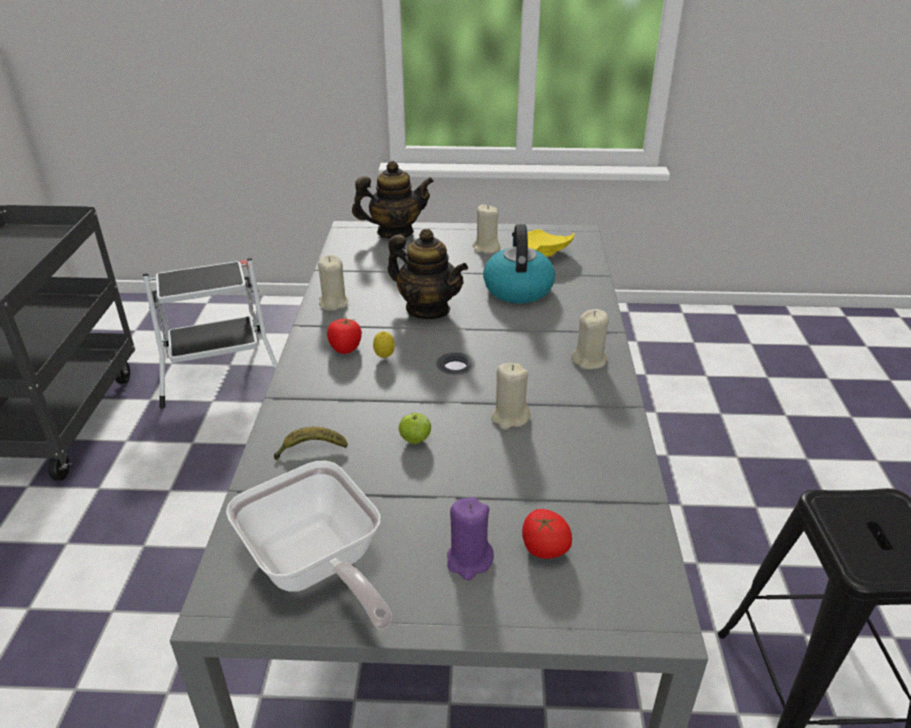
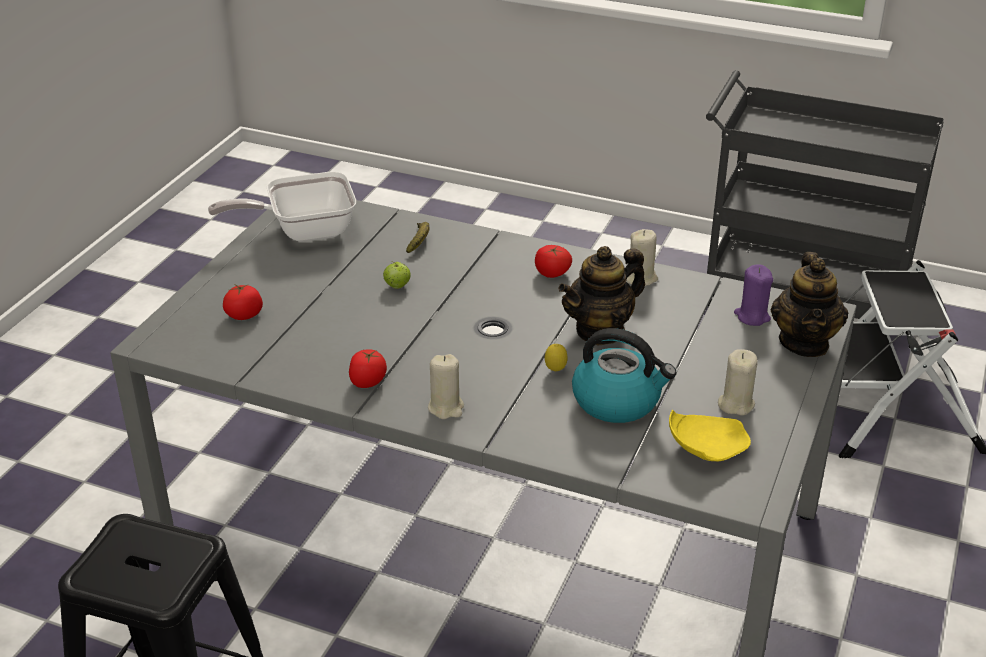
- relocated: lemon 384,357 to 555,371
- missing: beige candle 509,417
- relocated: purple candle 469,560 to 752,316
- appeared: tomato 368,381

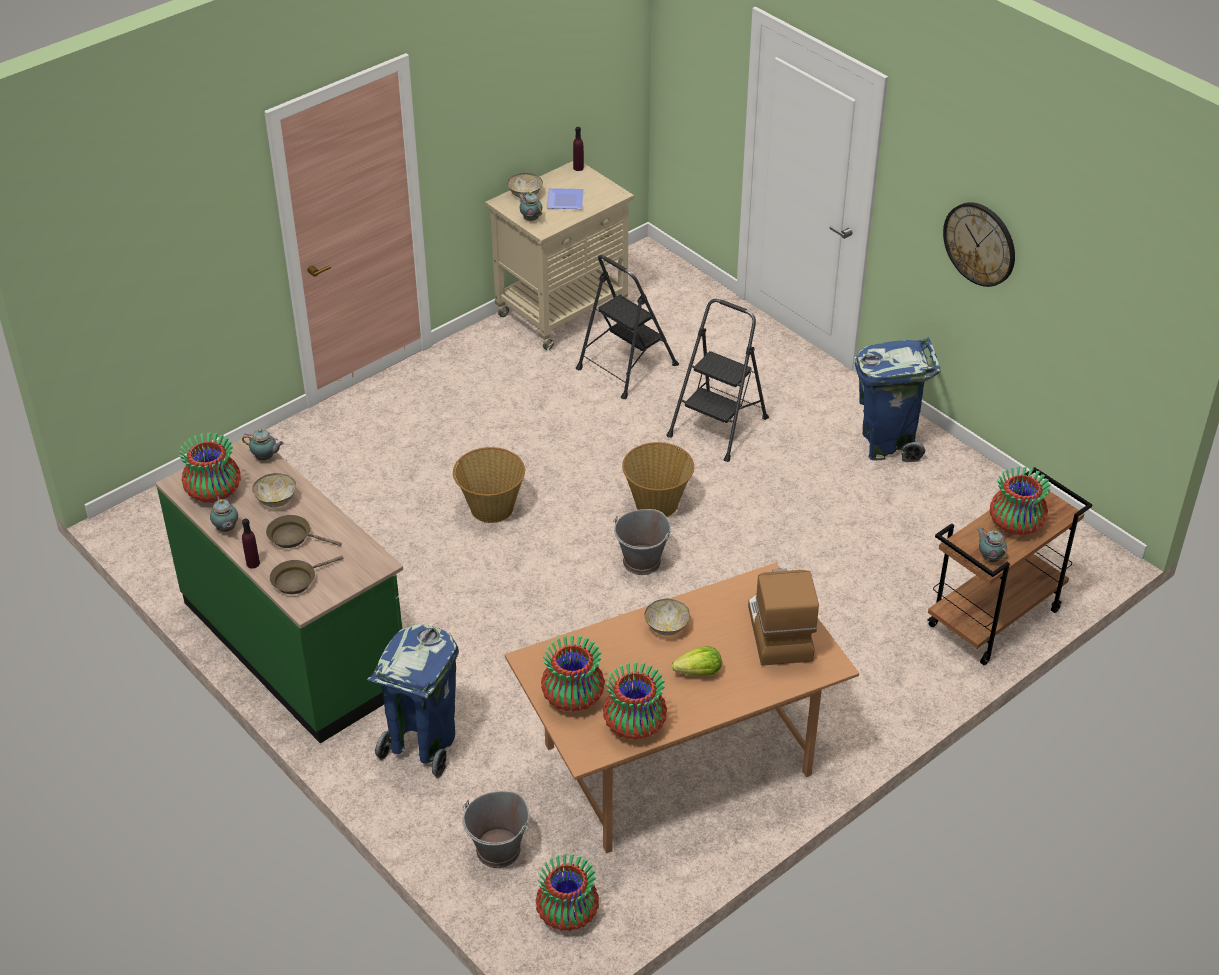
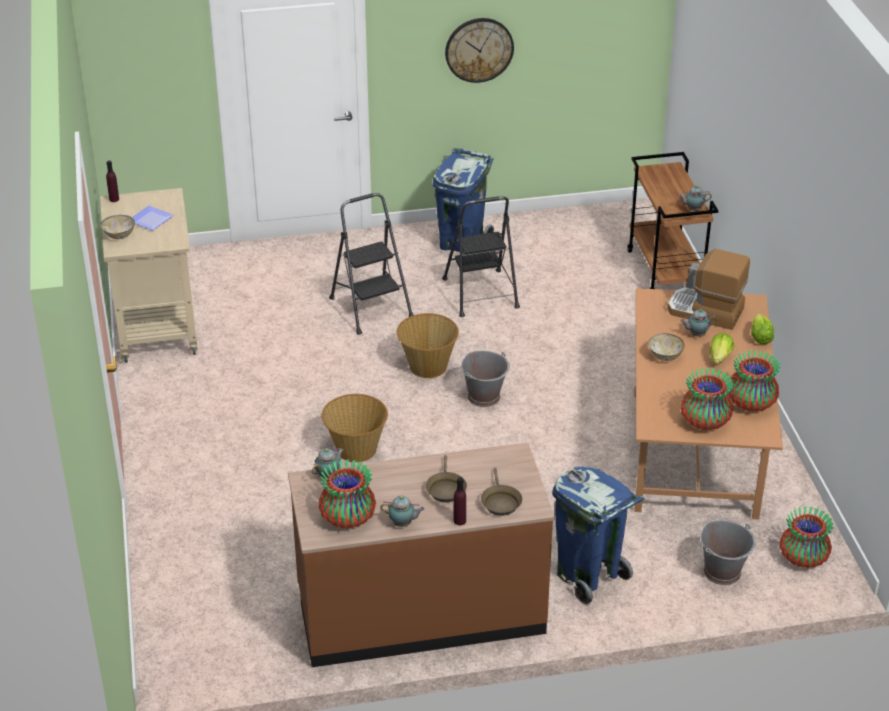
- relocated: teapot 530,218 to 696,334
- relocated: black step ladder 625,367 to 480,294
- colour: green counter 296,643 to brown counter 420,612
- missing: vase 1015,524
- missing: bowl 276,500
- spun: brown frying pan 293,537 = 445,489 45 degrees counterclockwise
- appeared: lettuce 760,338

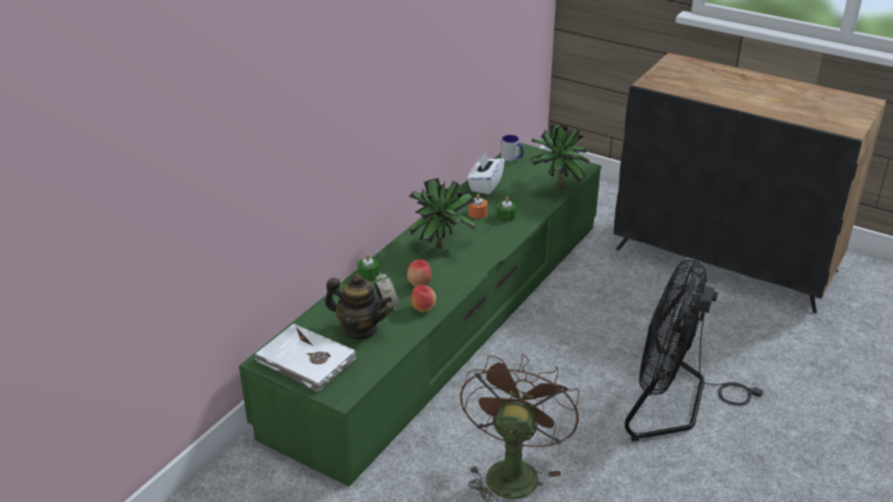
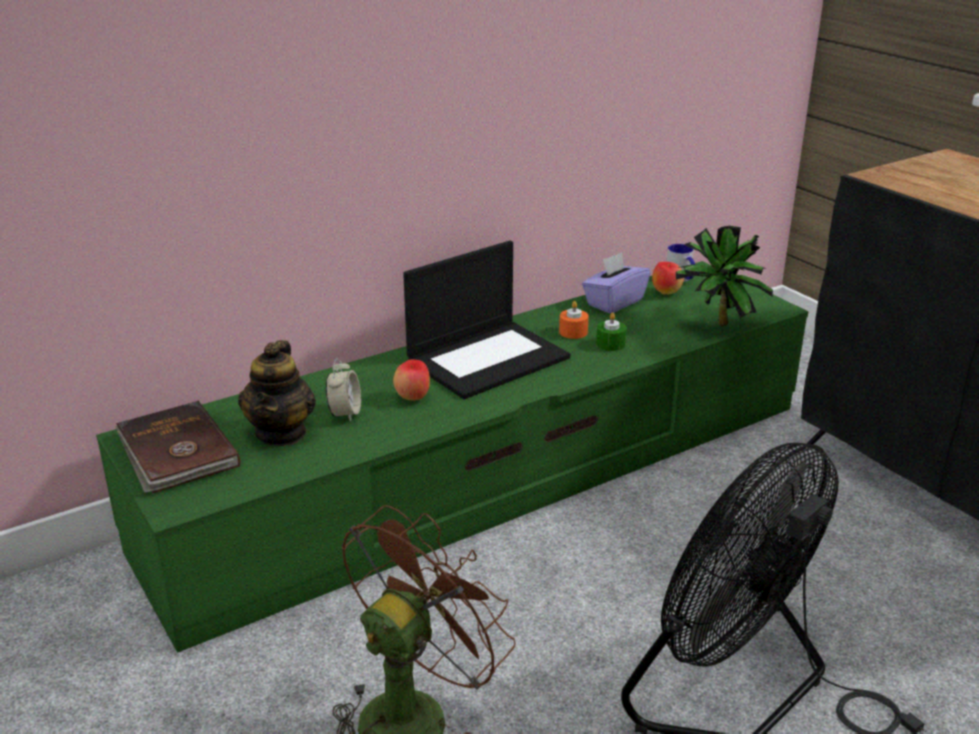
- colour: white tissue box 485,185 to purple tissue box 614,302
- exchanged: potted plant 441,245 to laptop 488,358
- missing: green candle 368,274
- spun: teapot 360,330 = 281,433 45 degrees clockwise
- relocated: apple 423,309 to 666,292
- colour: white book 306,361 to brown book 176,452

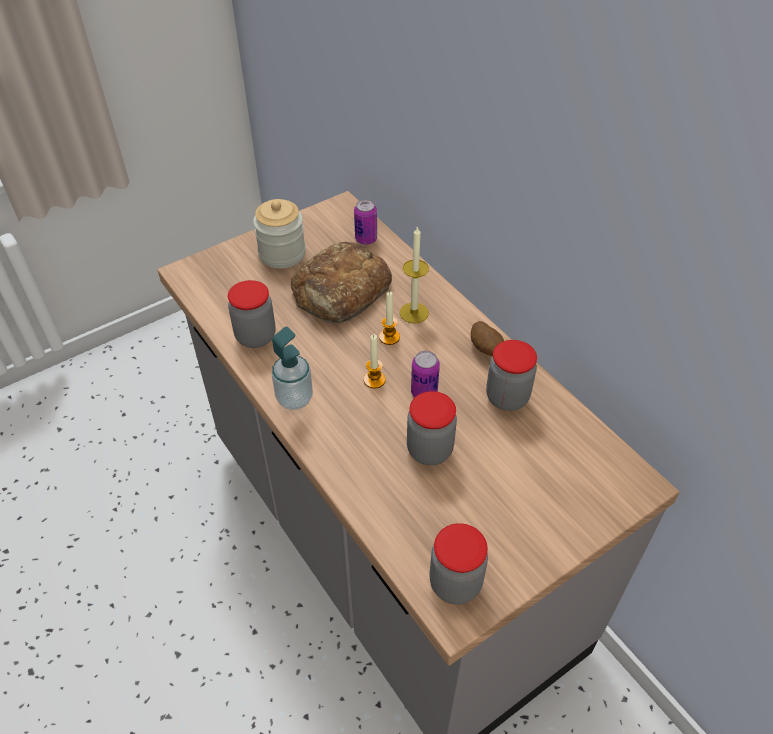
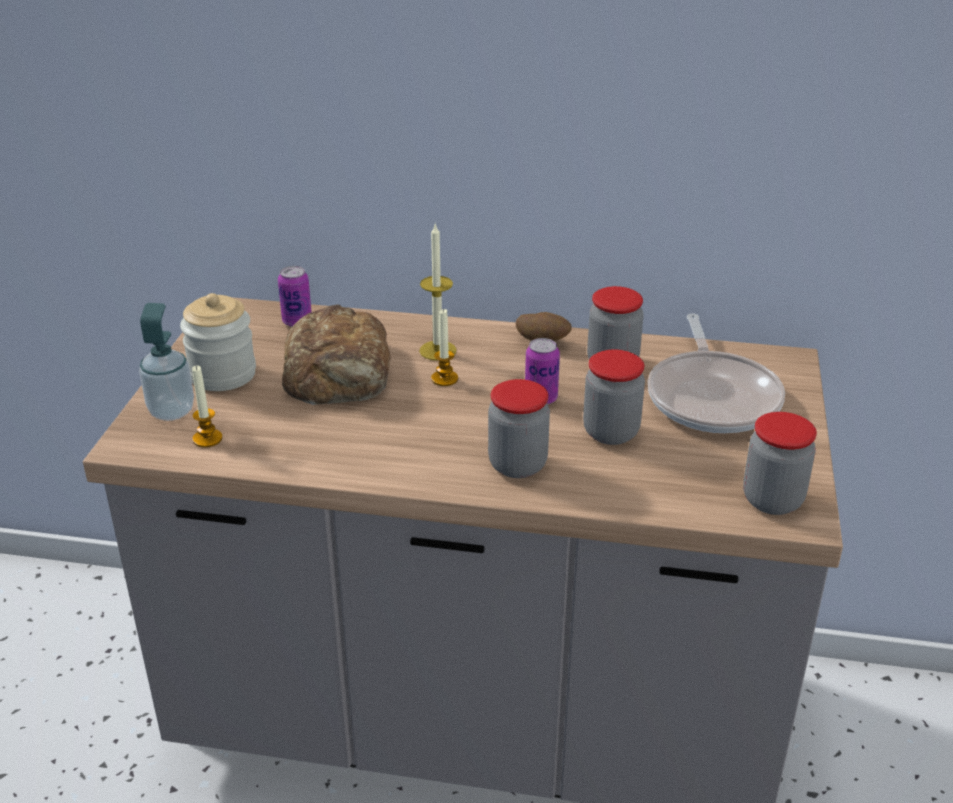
- relocated: jar 255,336 to 517,465
- relocated: soap dispenser 294,399 to 171,411
- relocated: candle 374,380 to 207,439
- appeared: frying pan 712,397

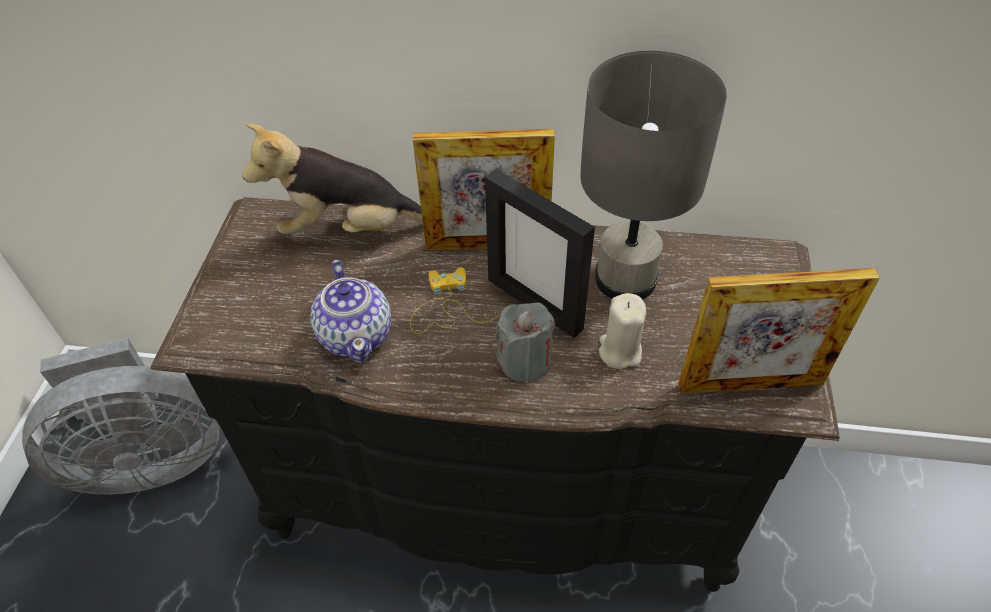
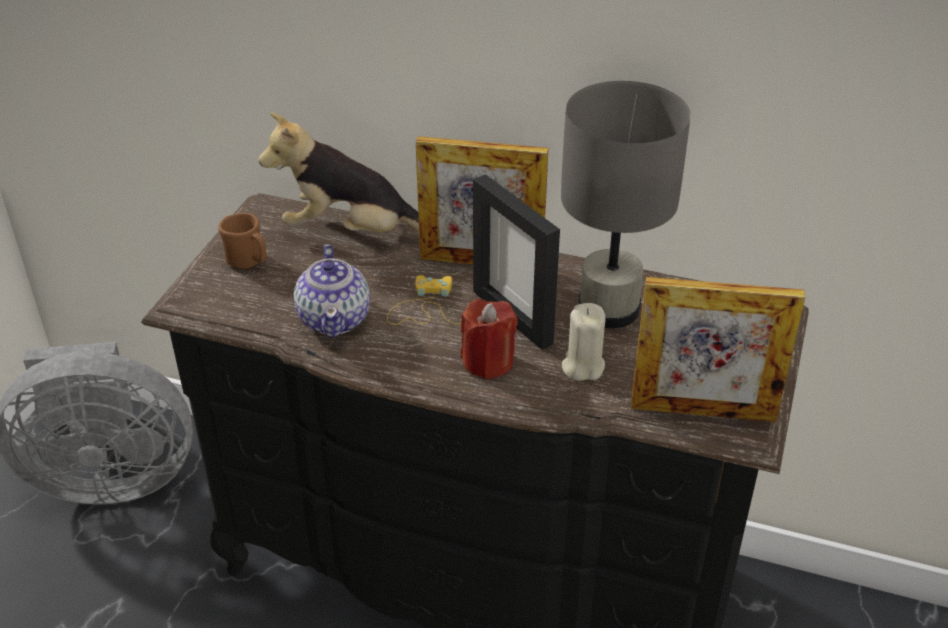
- colour: grey candle 524,361 to red candle 488,362
- appeared: brown mug 248,262

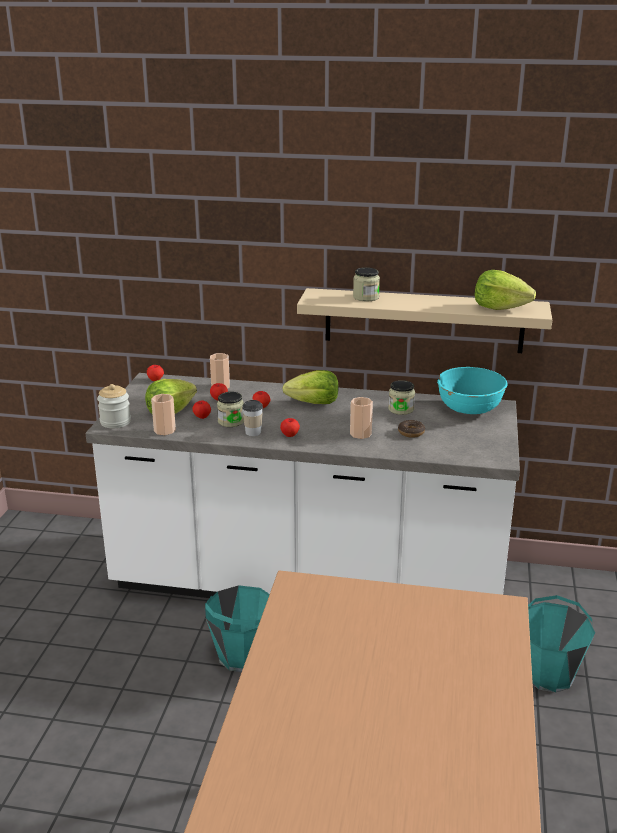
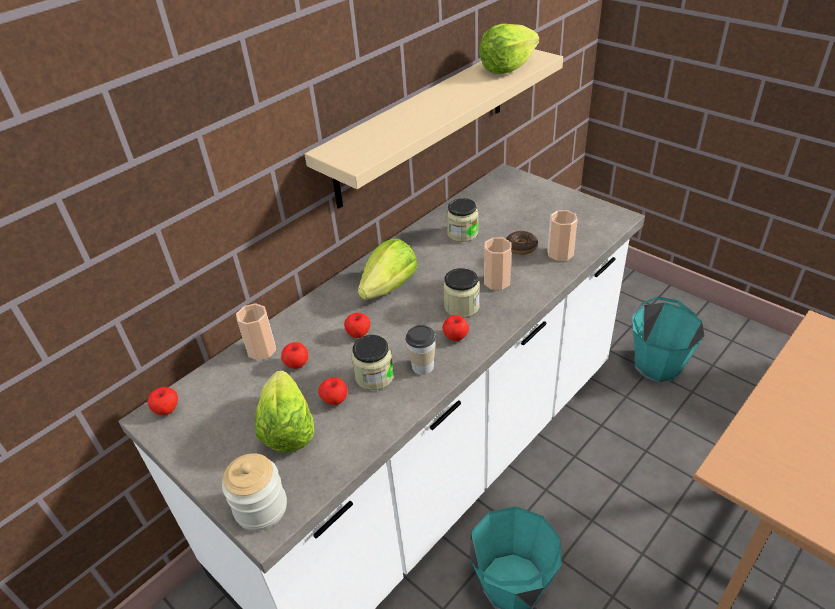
- relocated: jar 366,297 to 461,306
- missing: turquoise bowl 469,409
- relocated: cup 164,430 to 560,253

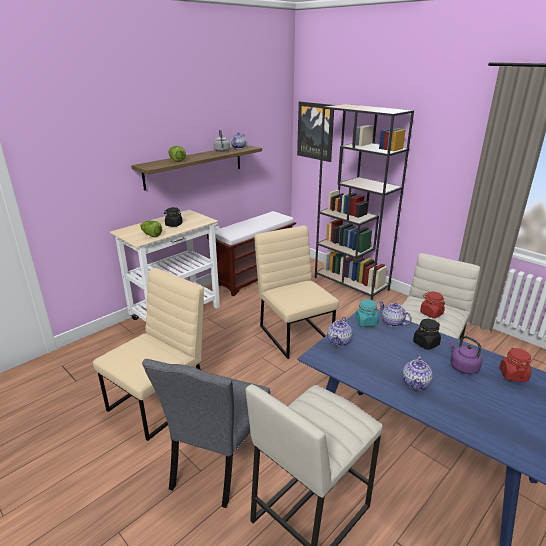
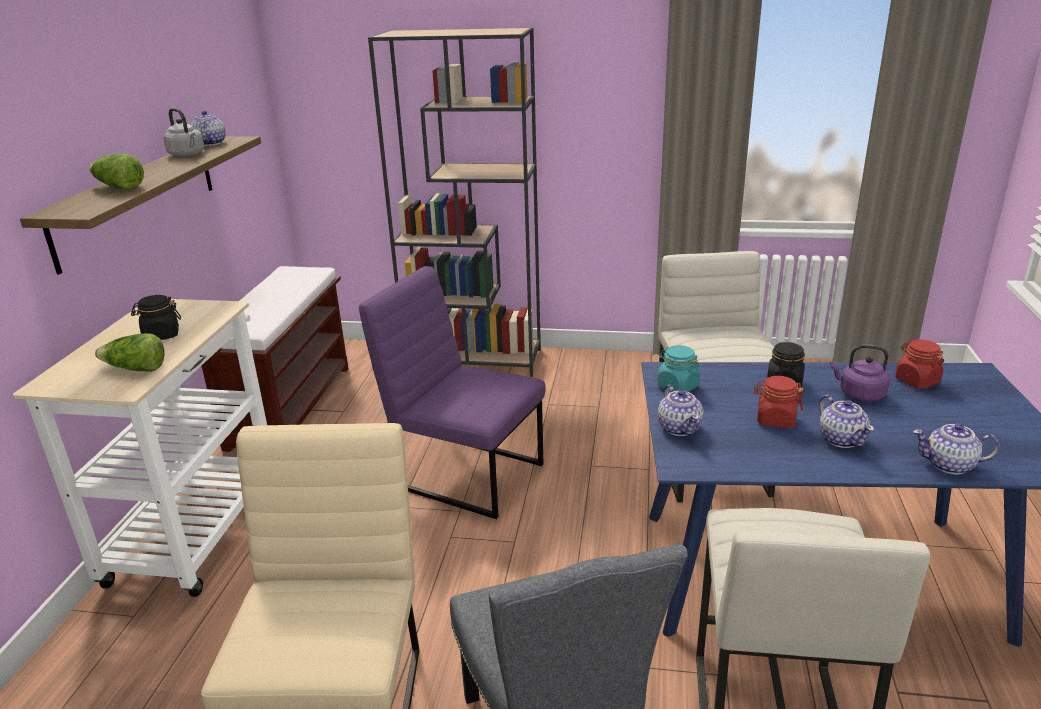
- missing: picture 315,131
- colour: beige chair 294,333 to purple chair 465,473
- relocated: red jar 431,313 to 775,420
- relocated: teapot 392,322 to 950,465

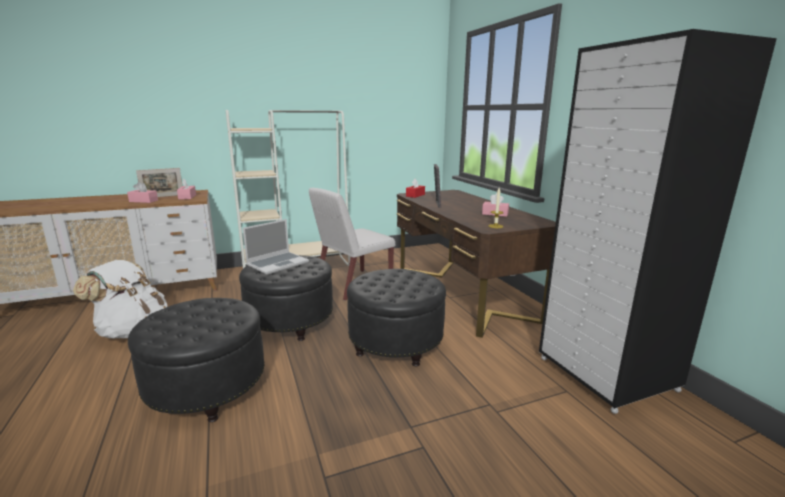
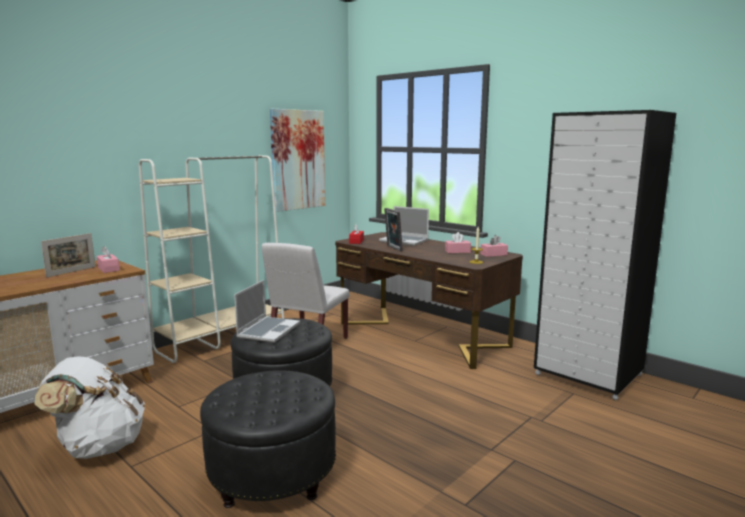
- relocated: pink tissue box 143,201 to 493,254
- missing: black ottoman 396,344
- appeared: picture 298,160
- appeared: laptop 404,241

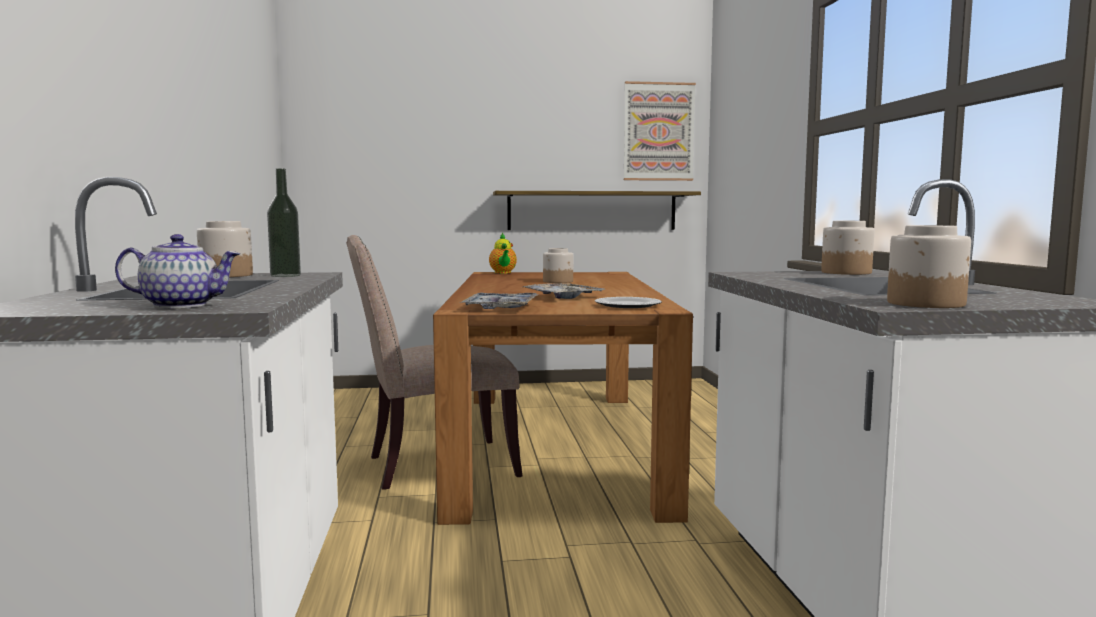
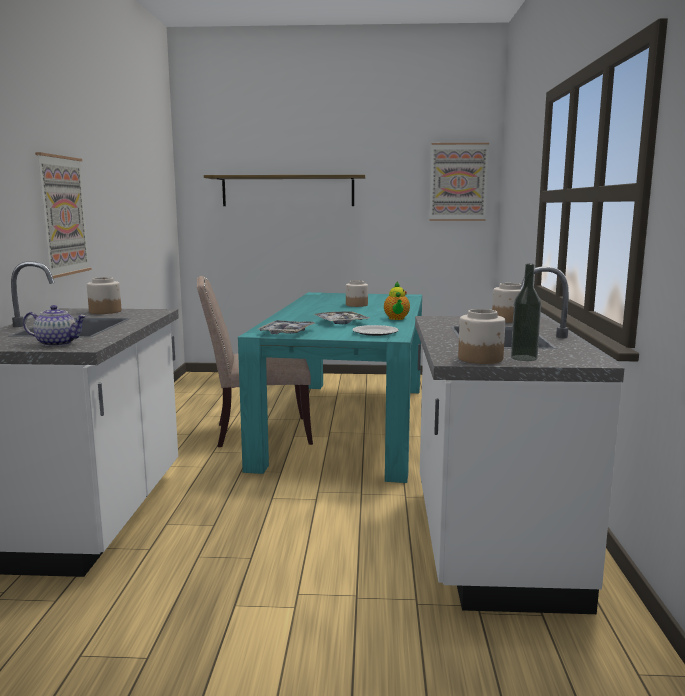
- relocated: bottle 285,275 to 524,358
- relocated: shelf 592,210 to 288,191
- relocated: teapot 503,273 to 396,319
- colour: brown dining table 555,445 to turquoise dining table 347,423
- appeared: picture 63,216

